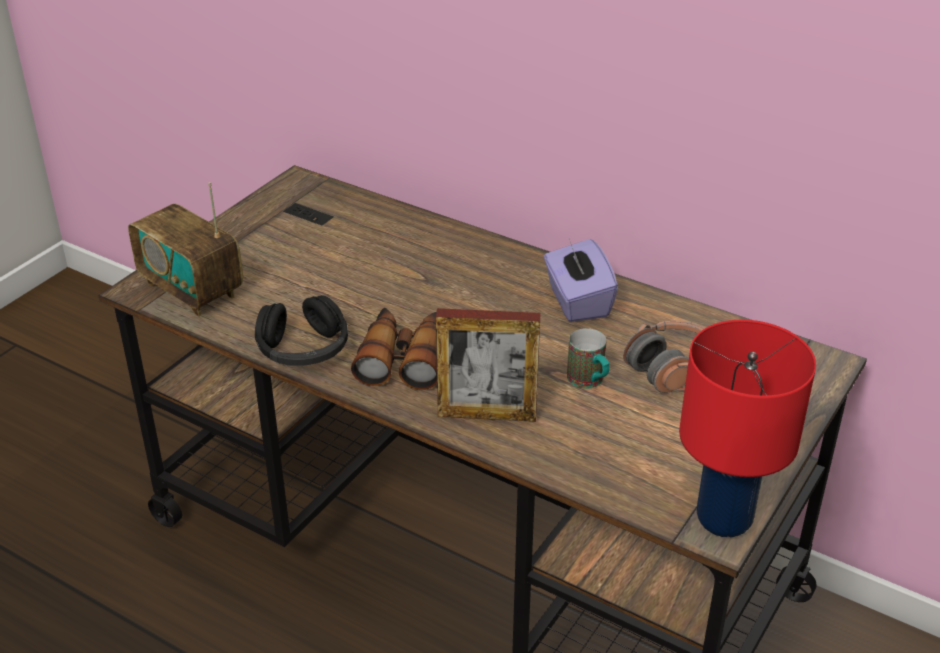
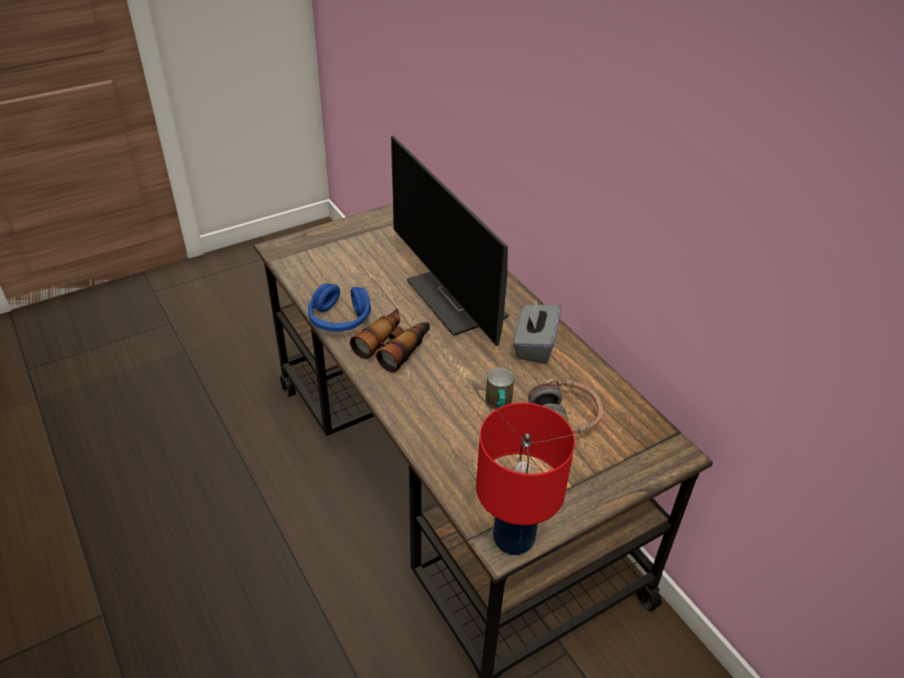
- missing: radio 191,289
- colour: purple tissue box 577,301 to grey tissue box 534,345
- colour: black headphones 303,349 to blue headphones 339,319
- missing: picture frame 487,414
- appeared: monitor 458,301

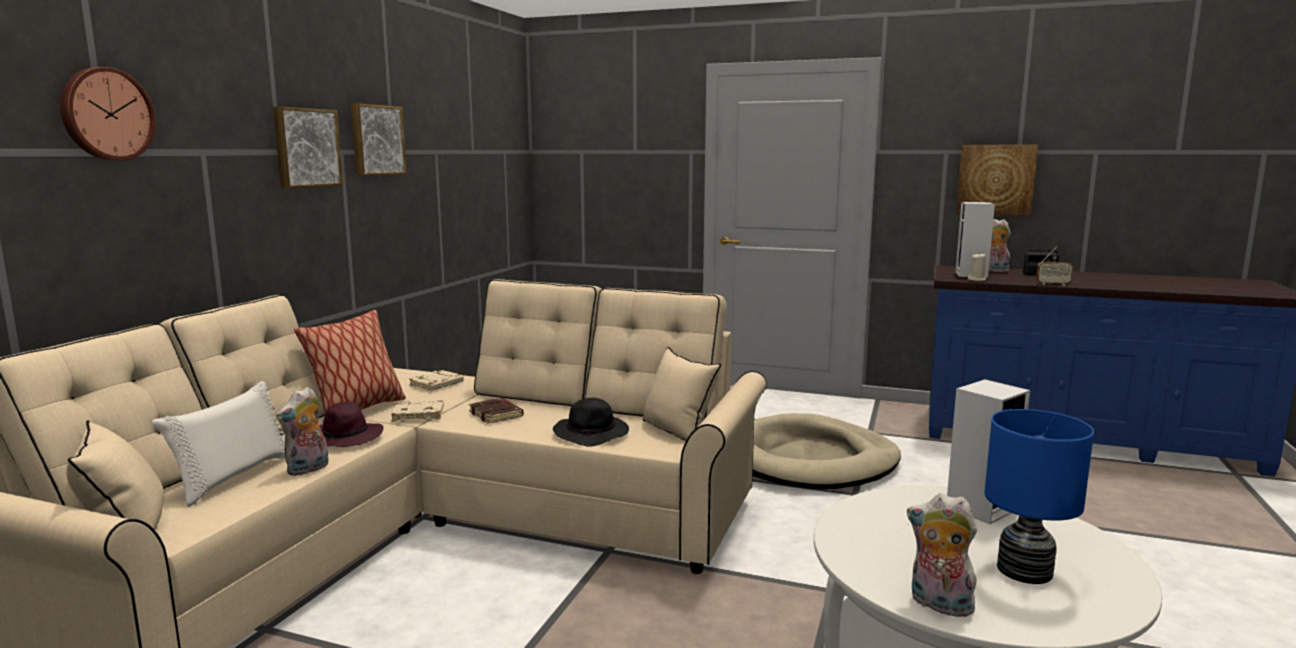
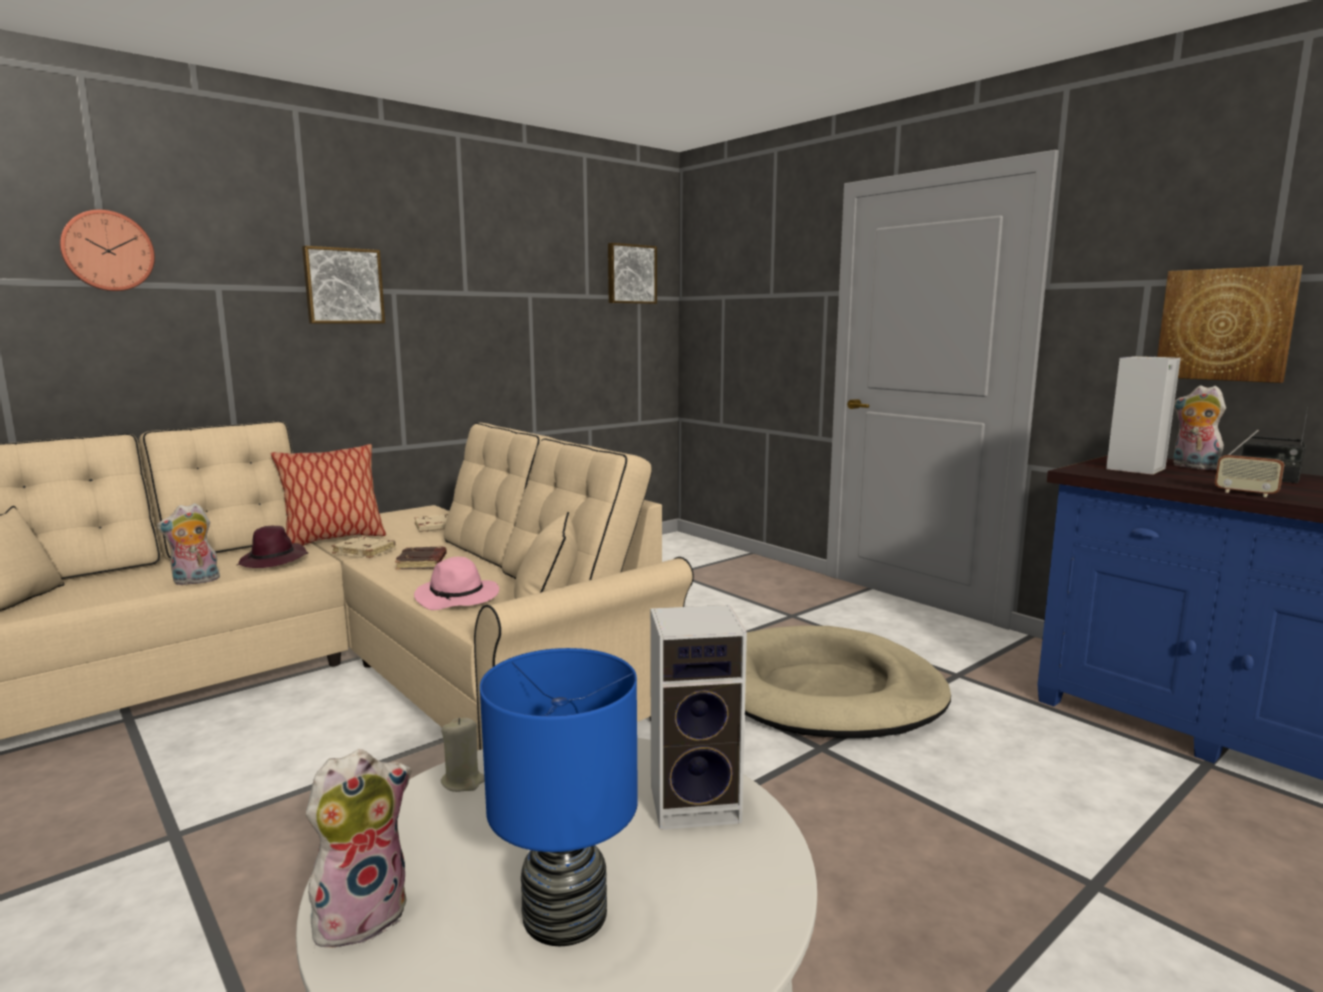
- relocated: picture 376,140 to 630,274
- relocated: beige candle 977,280 to 463,782
- missing: white pillow 233,478
- colour: black hat 592,434 to pink hat 458,598
- spun: plush toy 938,605 = 362,913 75 degrees clockwise

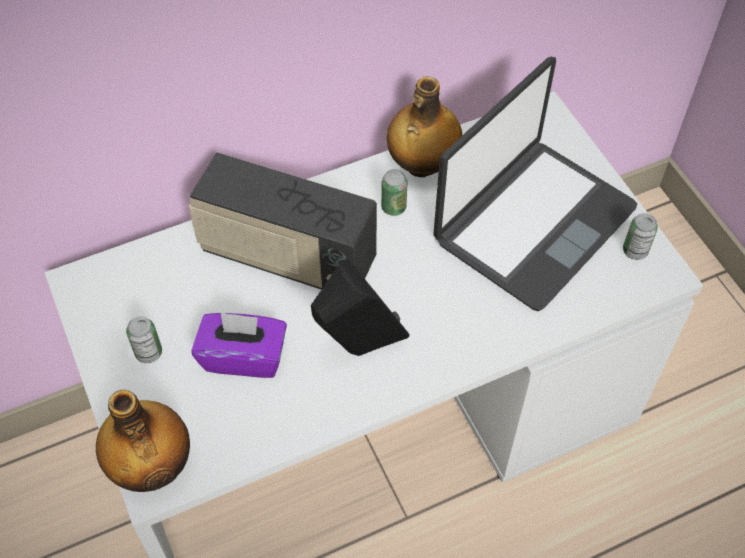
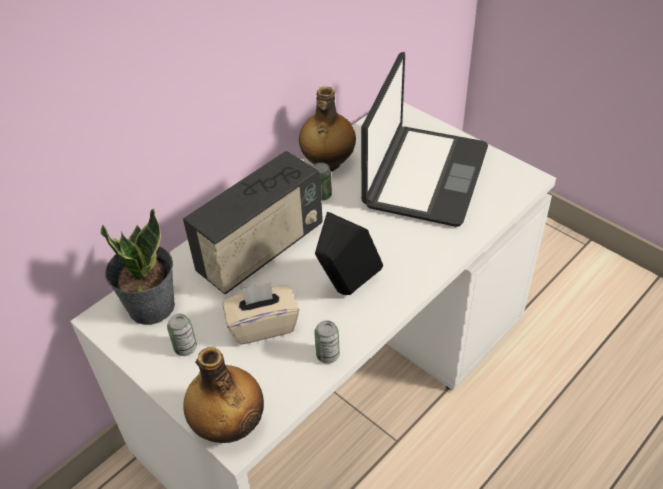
- spun: radio 287,258 = 261,250 45 degrees counterclockwise
- relocated: can 635,251 to 328,355
- colour: purple tissue box 244,356 to beige tissue box 262,325
- appeared: potted plant 151,306

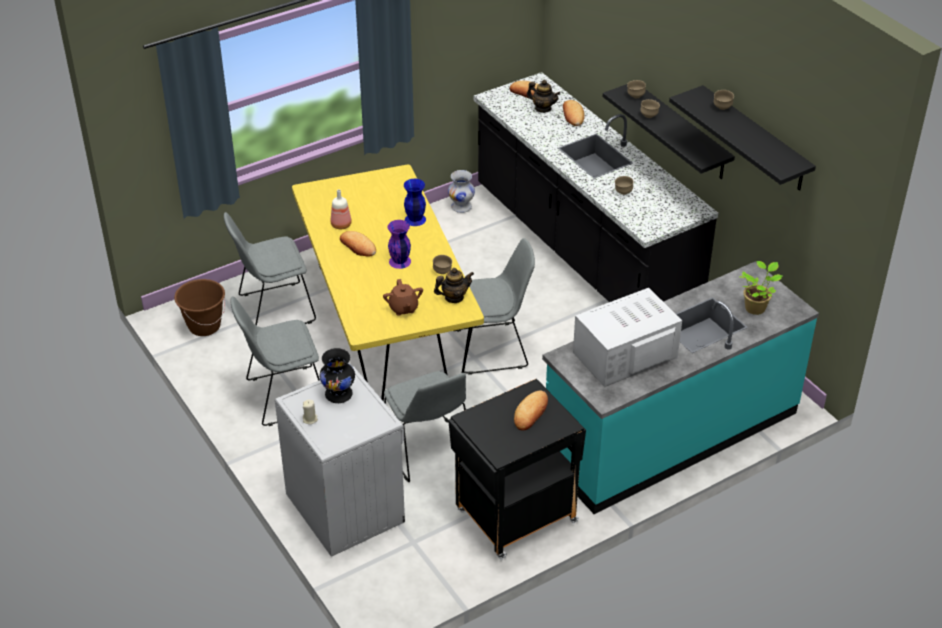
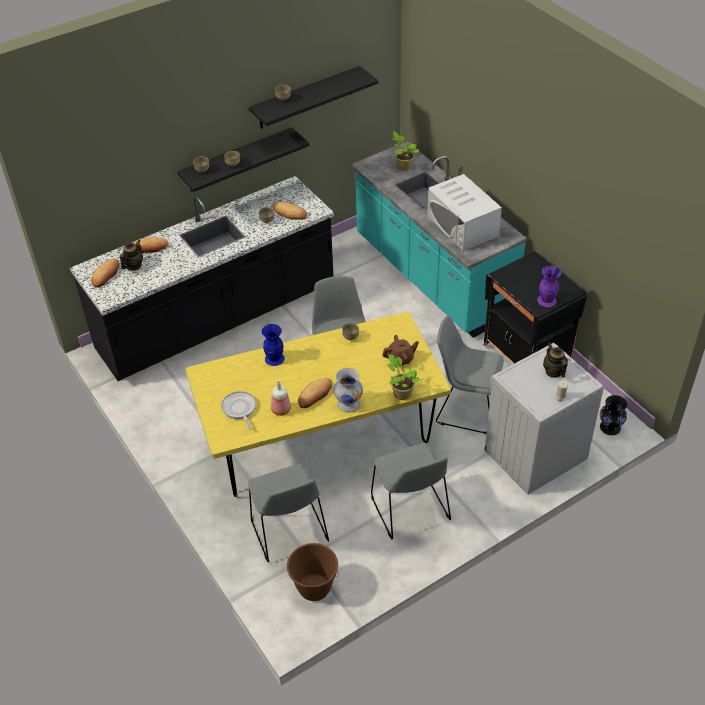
- relocated: white vase 461,207 to 348,404
- relocated: purple vase 399,261 to 547,300
- relocated: teapot 454,297 to 553,371
- relocated: black vase 339,394 to 609,427
- spun: grey chair 428,452 = 466,407 135 degrees counterclockwise
- relocated: bread 531,413 to 289,213
- appeared: potted plant 401,393
- appeared: frying pan 239,409

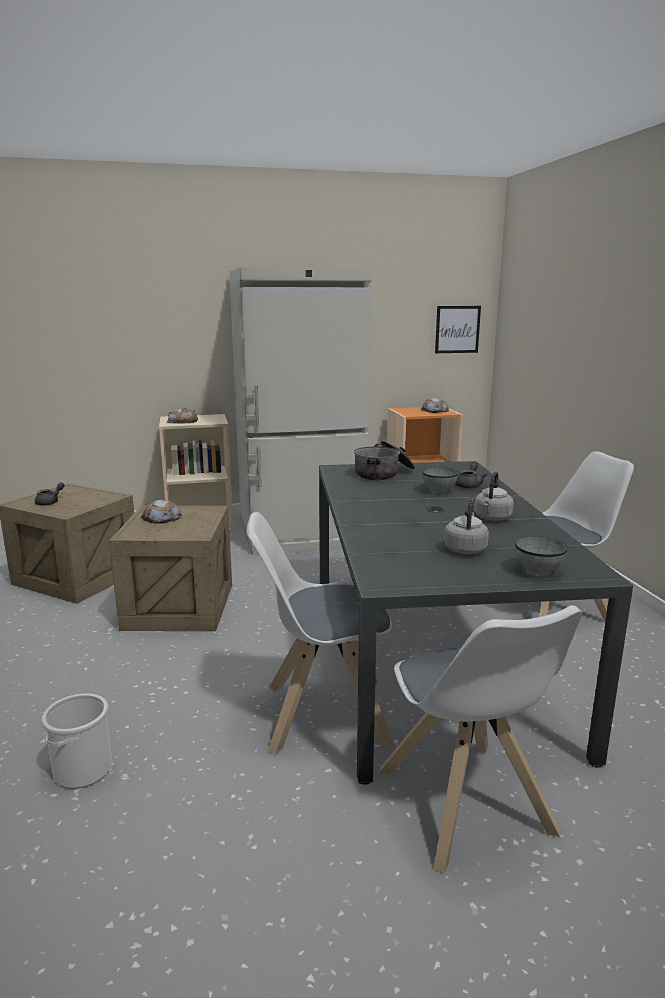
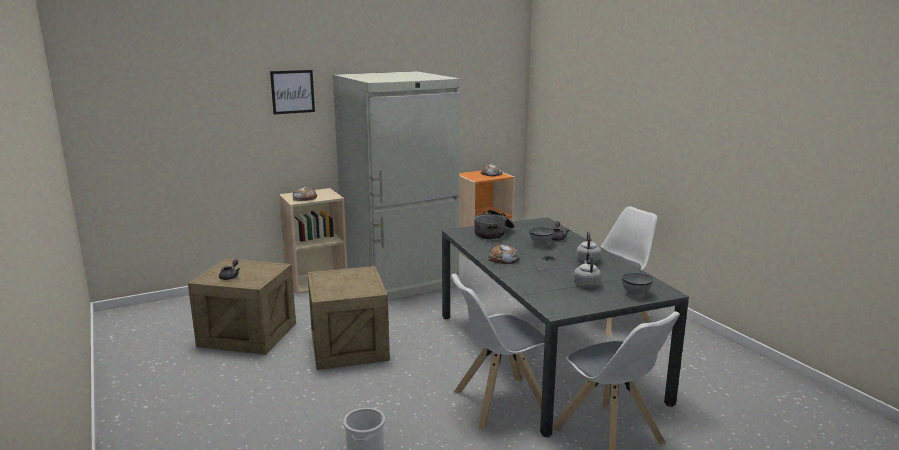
- relocated: picture 457,329 to 292,92
- relocated: bread 161,517 to 503,259

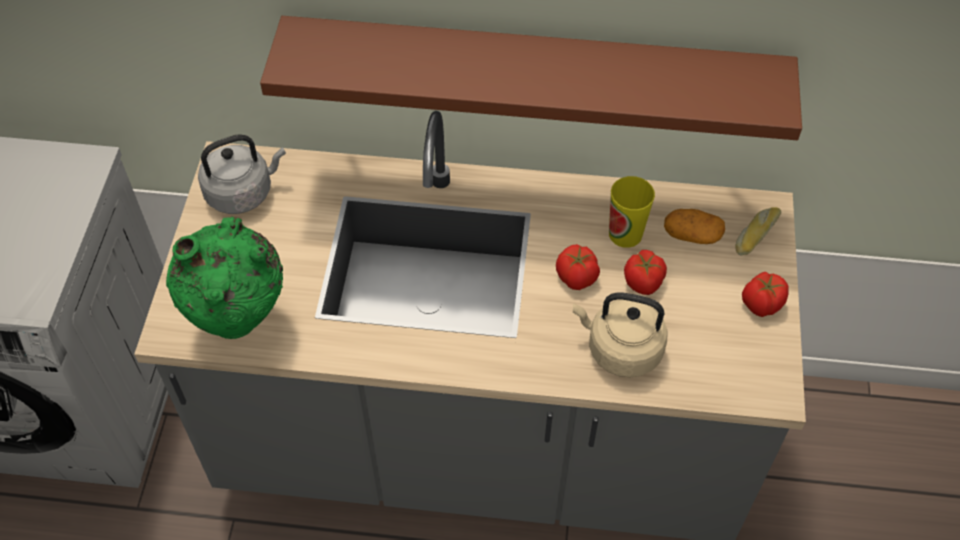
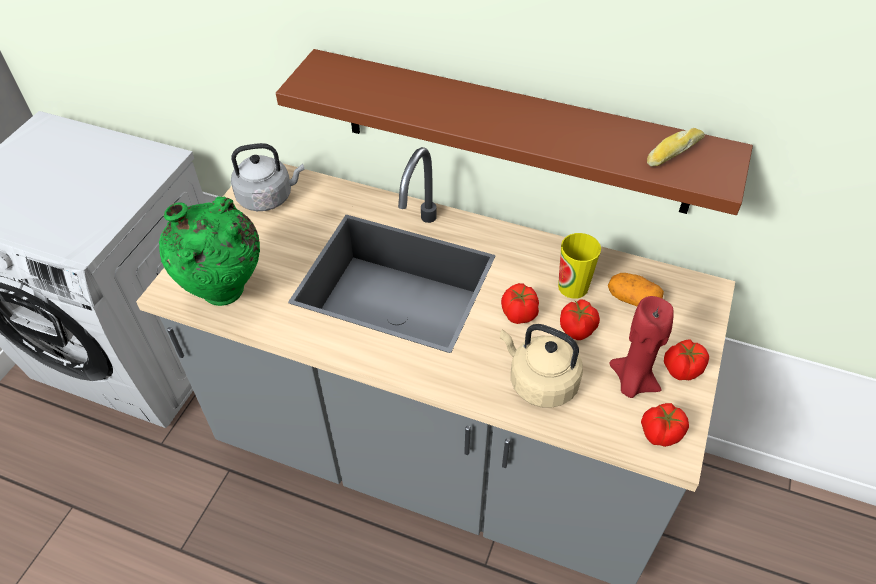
- relocated: bread 755,234 to 673,152
- appeared: red candle 632,382
- appeared: tomato 660,433

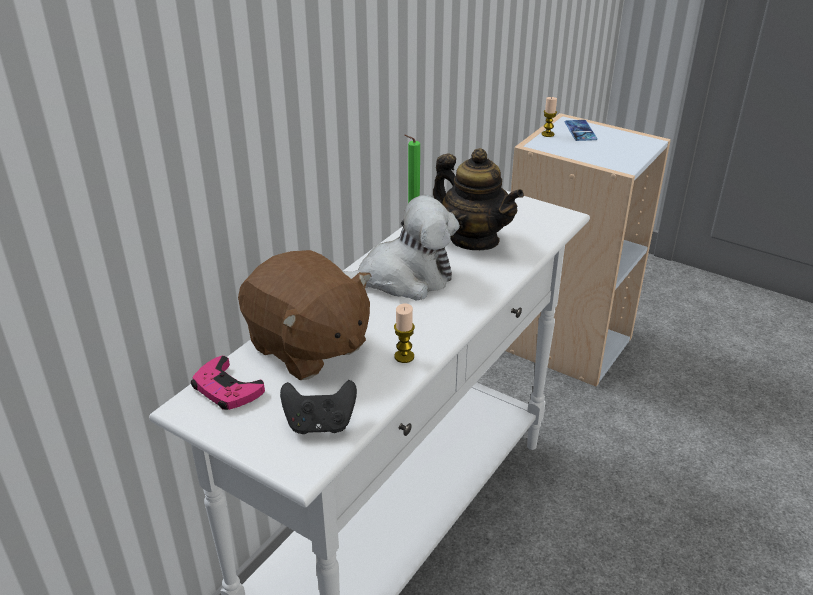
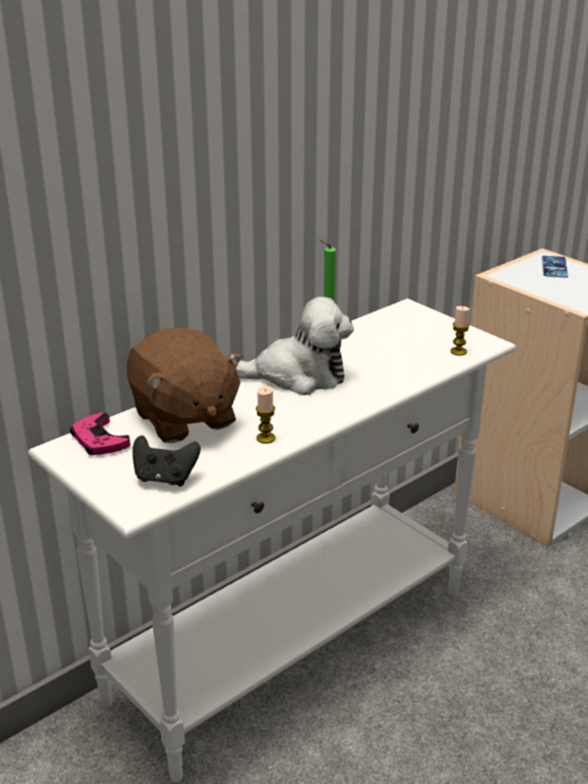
- relocated: candle 547,134 to 458,351
- missing: teapot 474,239

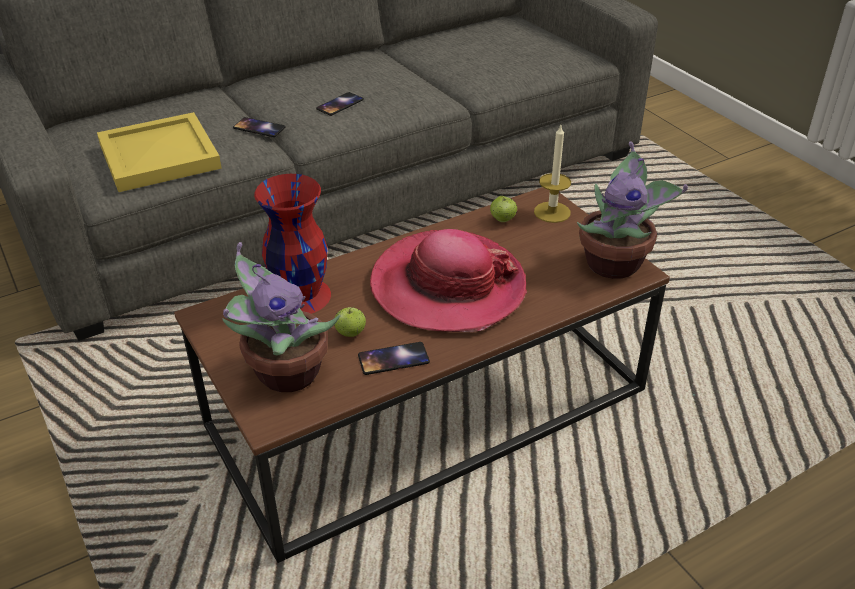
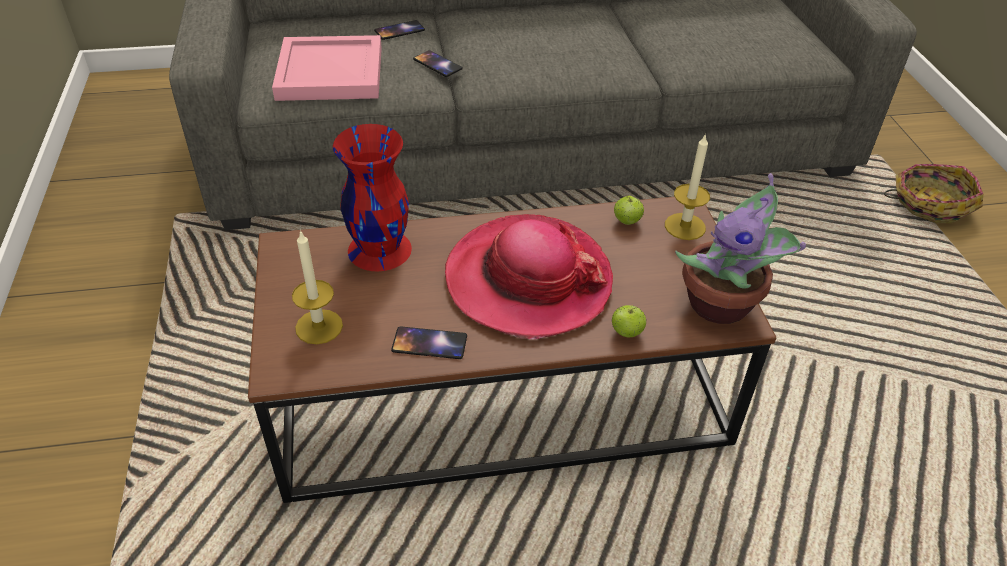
- relocated: phone 340,104 to 399,30
- colour: yellow tray 161,156 to pink tray 332,74
- exchanged: potted plant 284,373 to candle 319,326
- relocated: apple 350,333 to 626,332
- appeared: basket 929,203

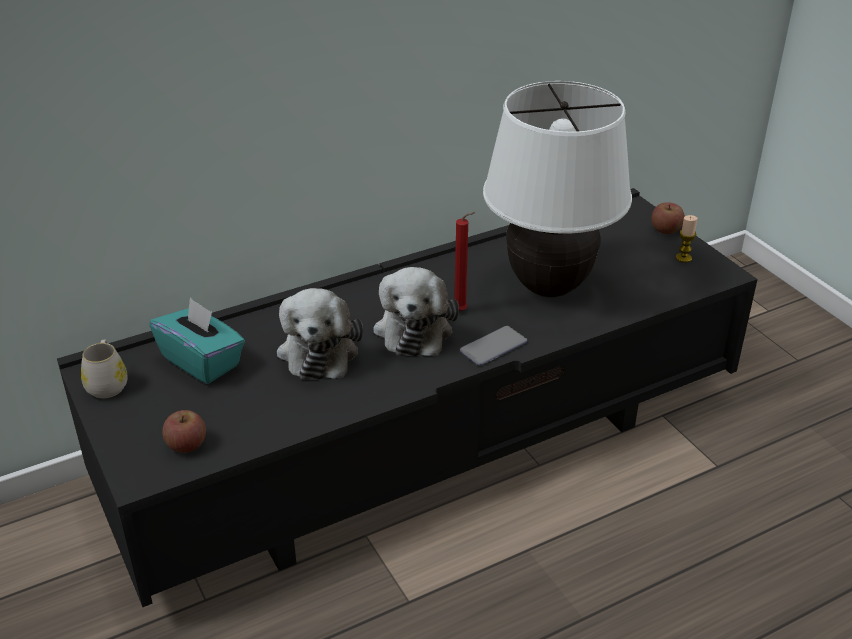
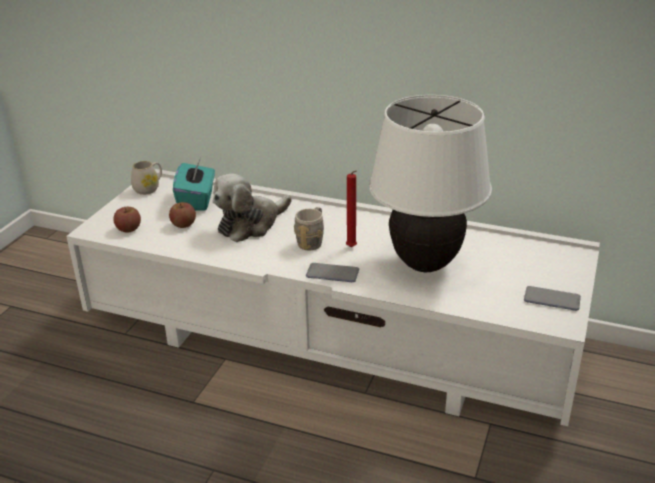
- colour: black tv stand 426,435 to white tv stand 331,335
- relocated: apple 666,230 to 183,224
- exchanged: candle 683,258 to phone 552,299
- exchanged: plush toy 414,328 to grey mug 312,241

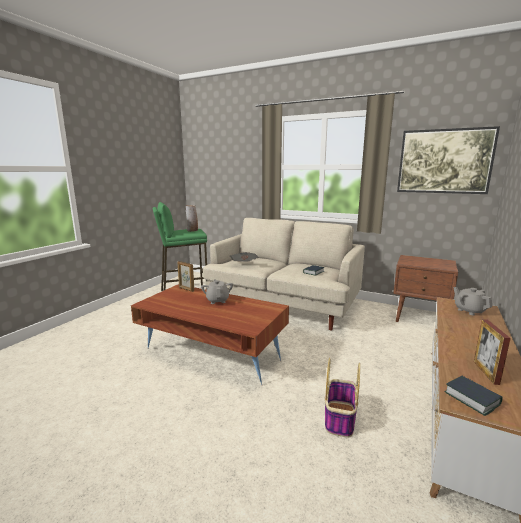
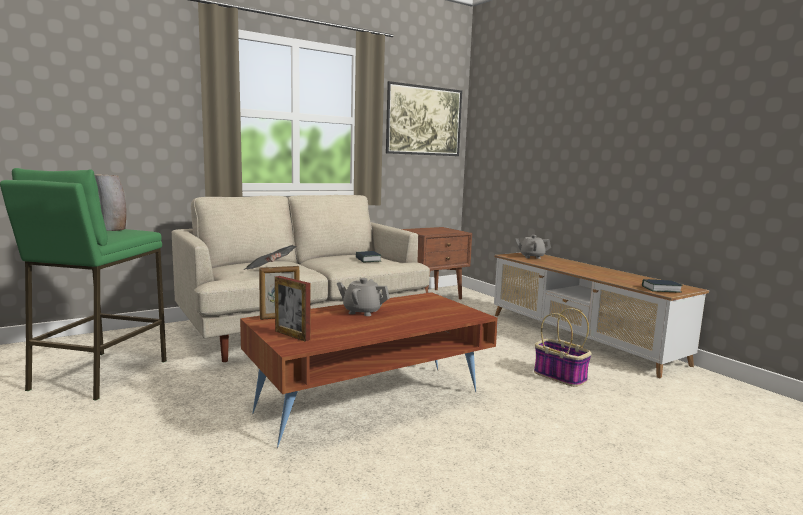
- relocated: picture frame 486,372 to 292,335

